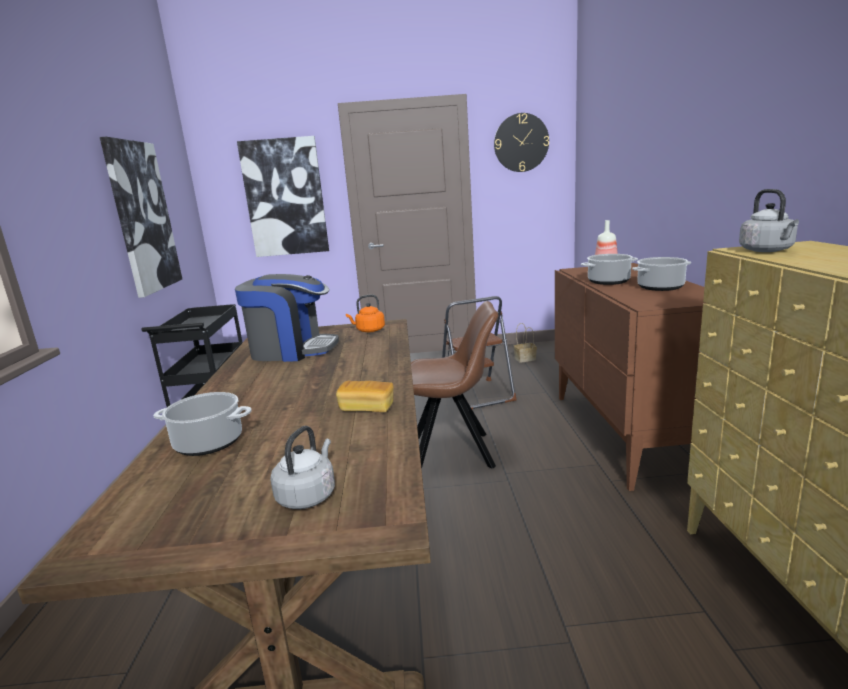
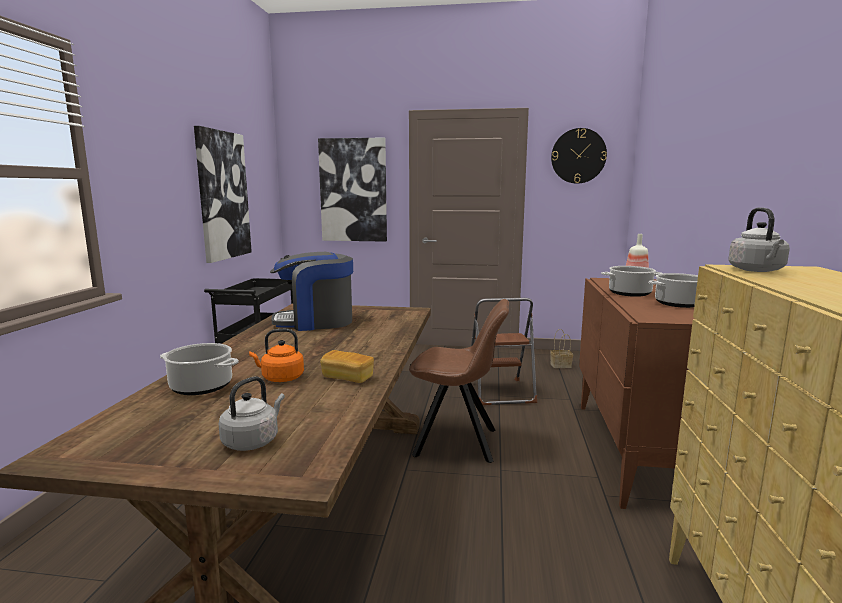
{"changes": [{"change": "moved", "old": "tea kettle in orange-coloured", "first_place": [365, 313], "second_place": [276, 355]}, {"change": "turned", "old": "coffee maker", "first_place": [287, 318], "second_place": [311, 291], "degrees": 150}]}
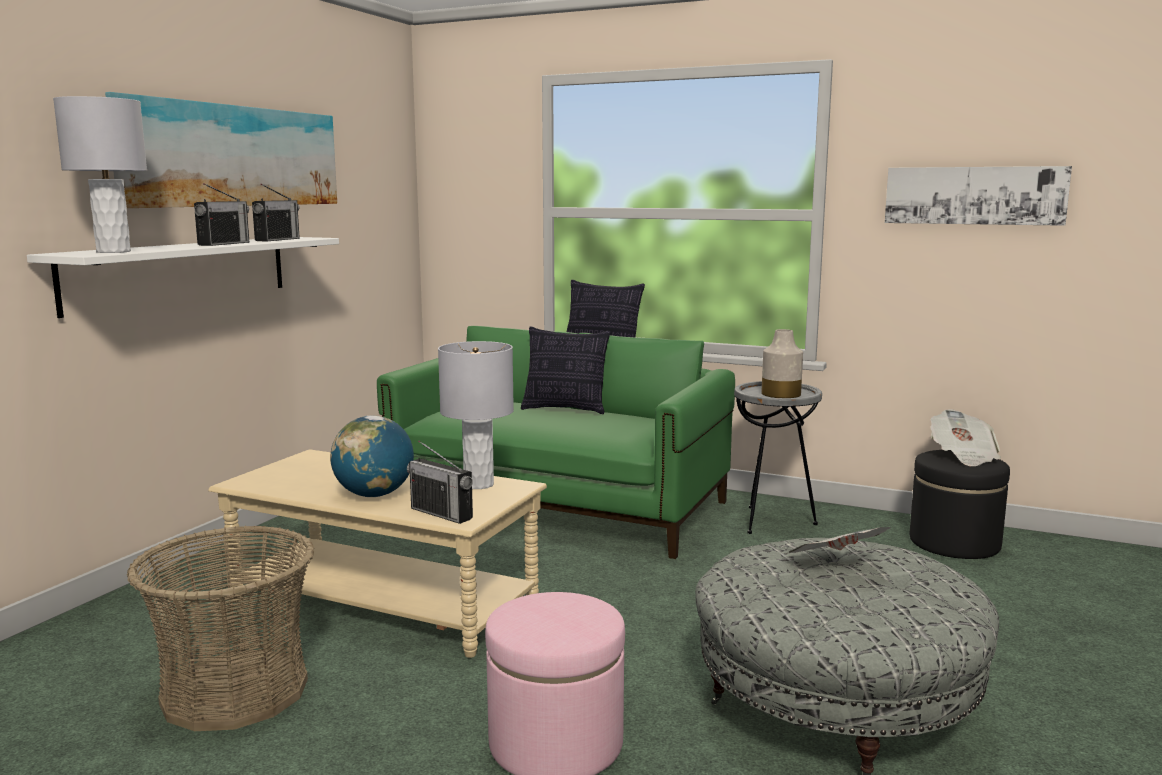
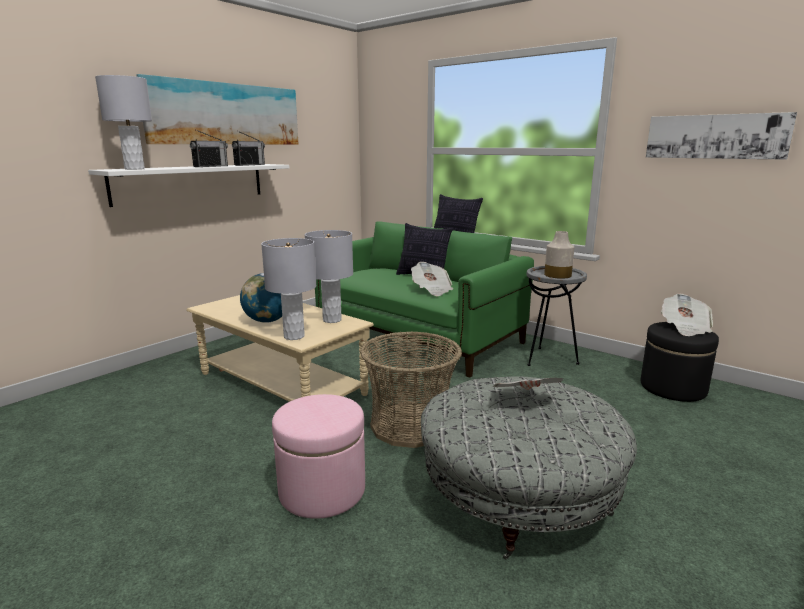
{"changes": [{"change": "added", "new": "printed paper", "second_place": [432, 279]}, {"change": "moved", "old": "household basket", "first_place": [220, 628], "second_place": [411, 389]}, {"change": "replaced", "old": "radio", "new": "table lamp in greyish", "first_place": [440, 482], "second_place": [289, 289]}]}
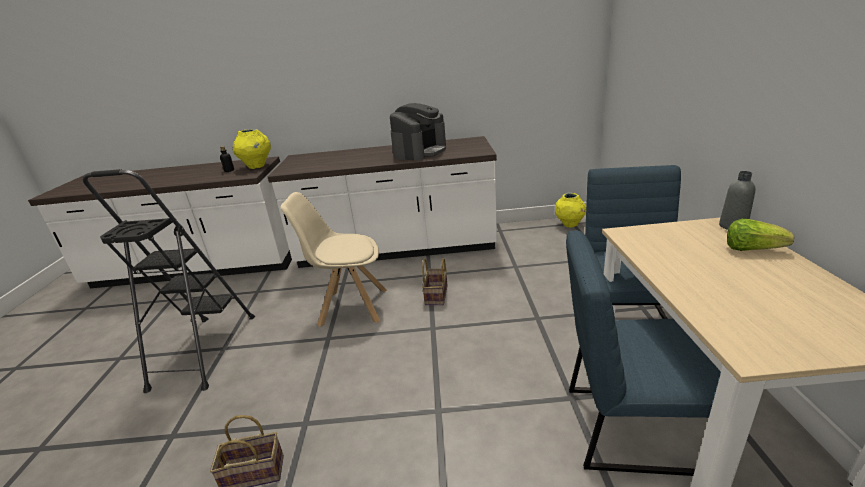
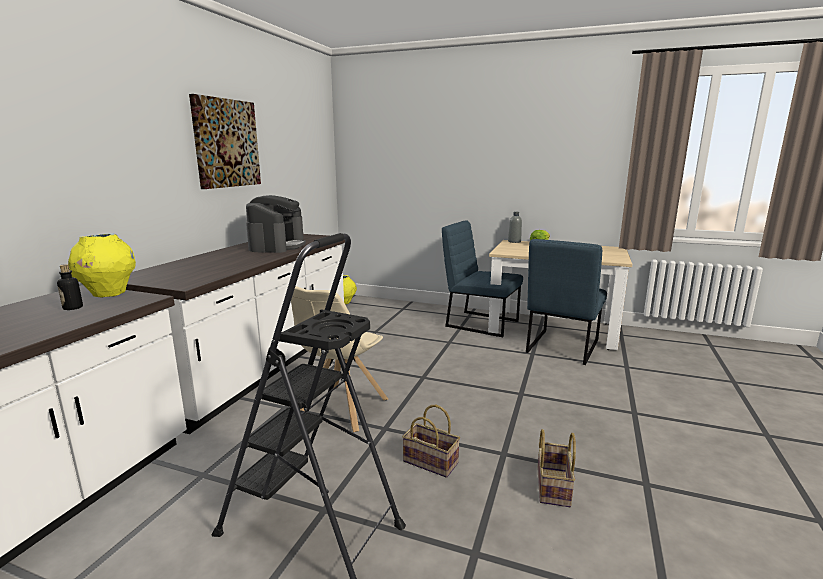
{"changes": [{"change": "added", "new": "wall picture", "second_place": [225, 141]}, {"change": "moved", "old": "household basket", "first_place": [434, 281], "second_place": [431, 441]}, {"change": "turned", "old": "coffee maker", "first_place": [418, 132], "second_place": [276, 224], "degrees": 45}]}
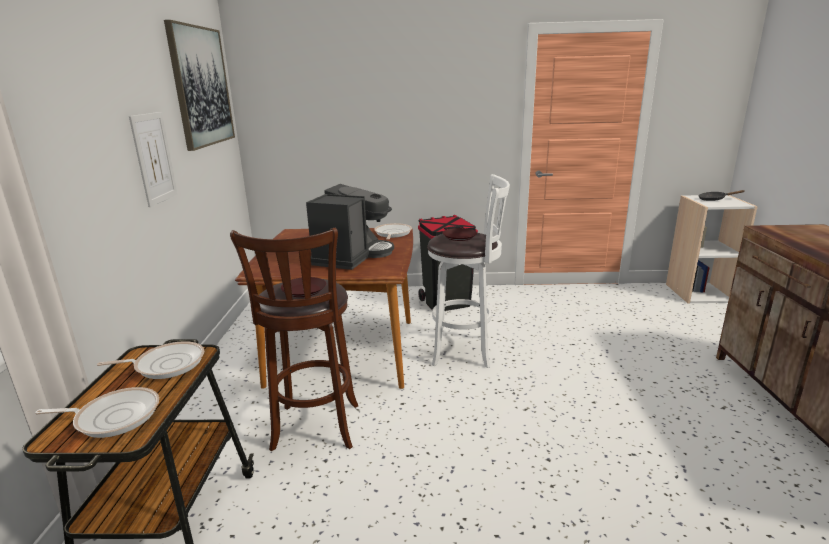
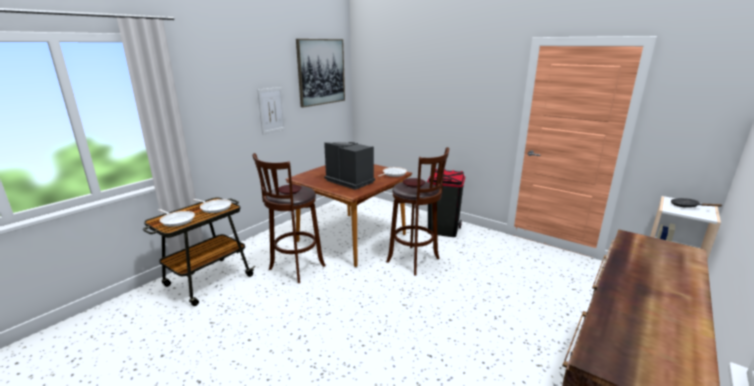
{"changes": [{"change": "recoloured", "old": "stool in white", "new": "stool in brown-coloured", "first_place": [468, 271], "second_place": [417, 211]}, {"change": "turned", "old": "coffee maker", "first_place": [350, 227], "second_place": [349, 166], "degrees": -105}]}
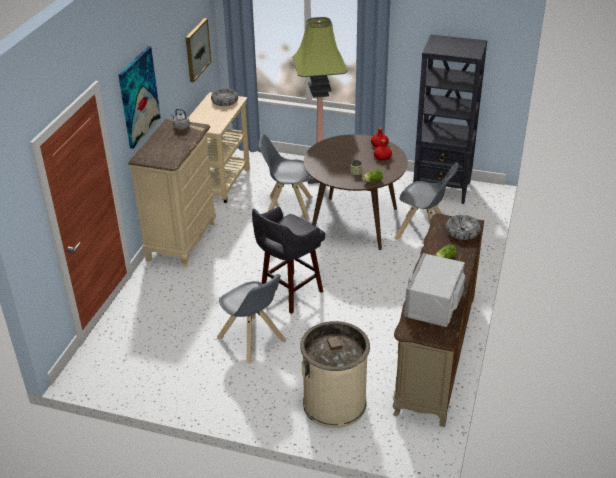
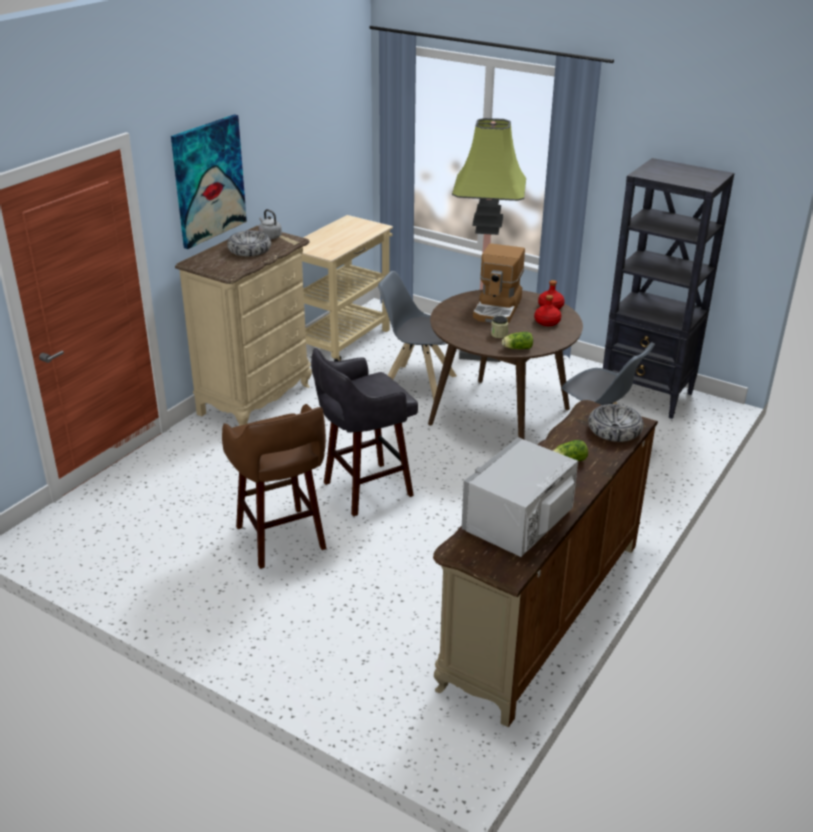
{"changes": [{"change": "removed", "old": "wall picture", "first_place": [198, 50]}, {"change": "removed", "old": "waste bin in beige-coloured", "first_place": [335, 374]}, {"change": "added", "new": "coffee maker", "second_place": [499, 283]}, {"change": "moved", "old": "deep dish", "first_place": [224, 97], "second_place": [249, 243]}, {"change": "replaced", "old": "plain chair in greyish", "new": "stool in brown-coloured", "first_place": [251, 319], "second_place": [274, 486]}]}
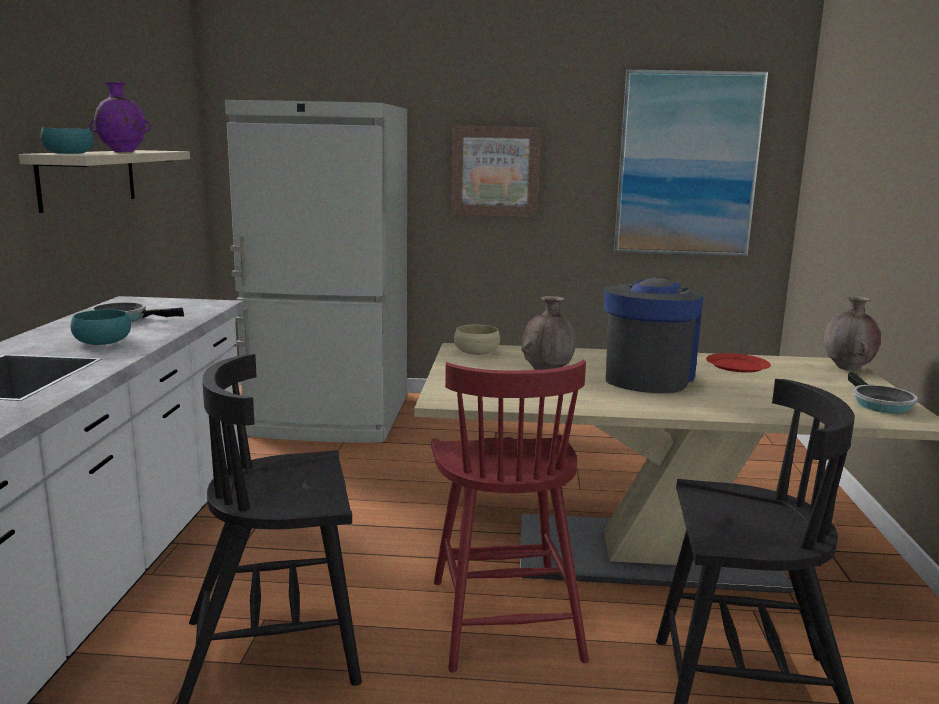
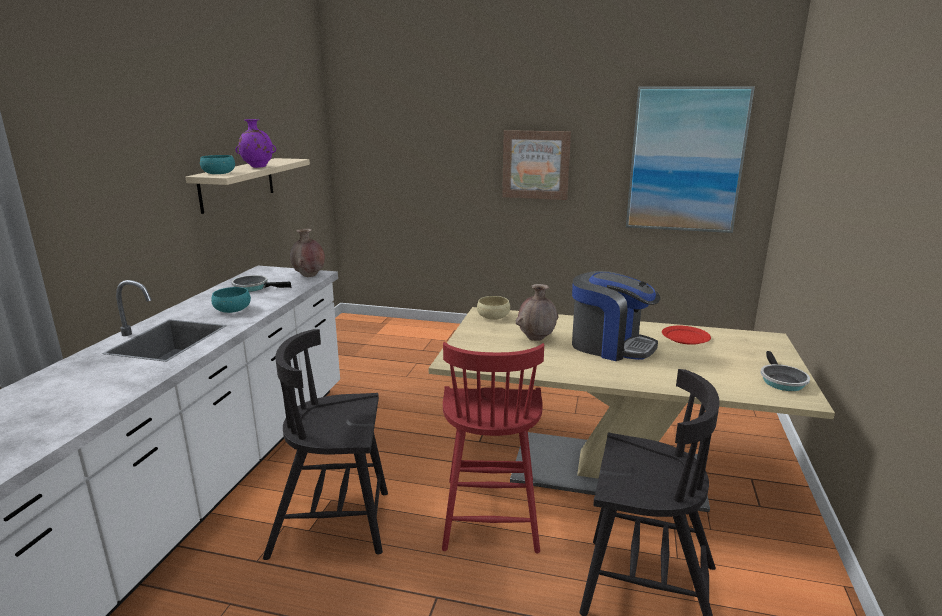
{"changes": [{"change": "removed", "old": "fridge in white", "first_place": [316, 271]}, {"change": "moved", "old": "flower vase in brown-coloured", "first_place": [852, 333], "second_place": [307, 253]}, {"change": "turned", "old": "coffee maker", "first_place": [654, 335], "second_place": [616, 316], "degrees": 90}]}
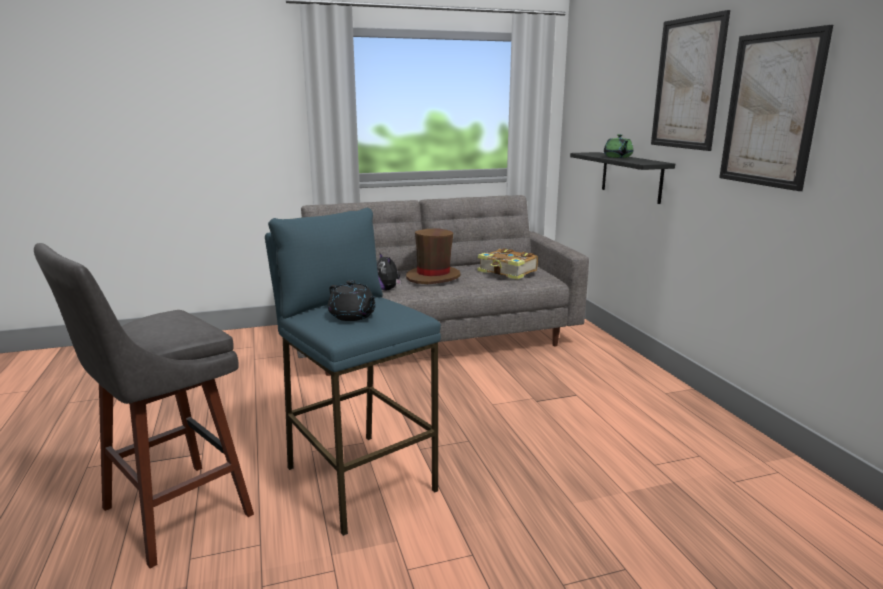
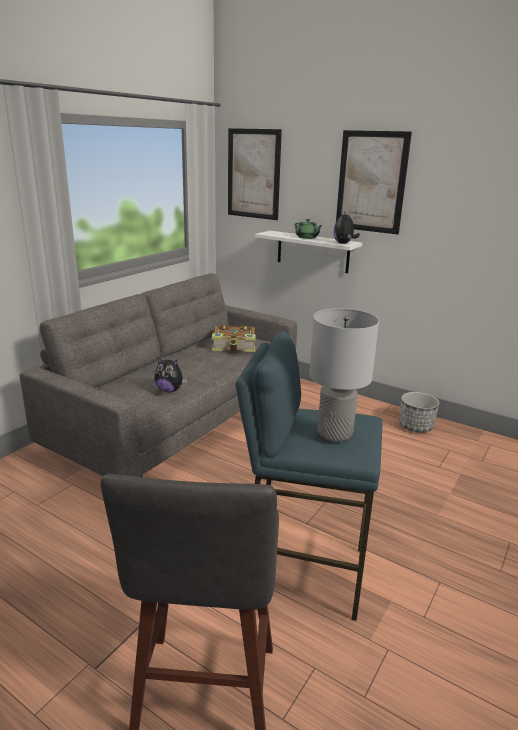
{"changes": [{"change": "removed", "old": "hat in brown-coloured", "first_place": [433, 256]}, {"change": "added", "new": "soft toy", "second_place": [346, 227]}, {"change": "added", "new": "plant pot", "second_place": [419, 412]}, {"change": "moved", "old": "wall picture", "first_place": [776, 108], "second_place": [255, 174]}, {"change": "replaced", "old": "tea pot in blackish", "new": "table lamp in greyish", "first_place": [352, 300], "second_place": [344, 375]}, {"change": "recoloured", "old": "bracket shelf in blackish", "new": "bracket shelf in white", "first_place": [622, 178], "second_place": [308, 252]}]}
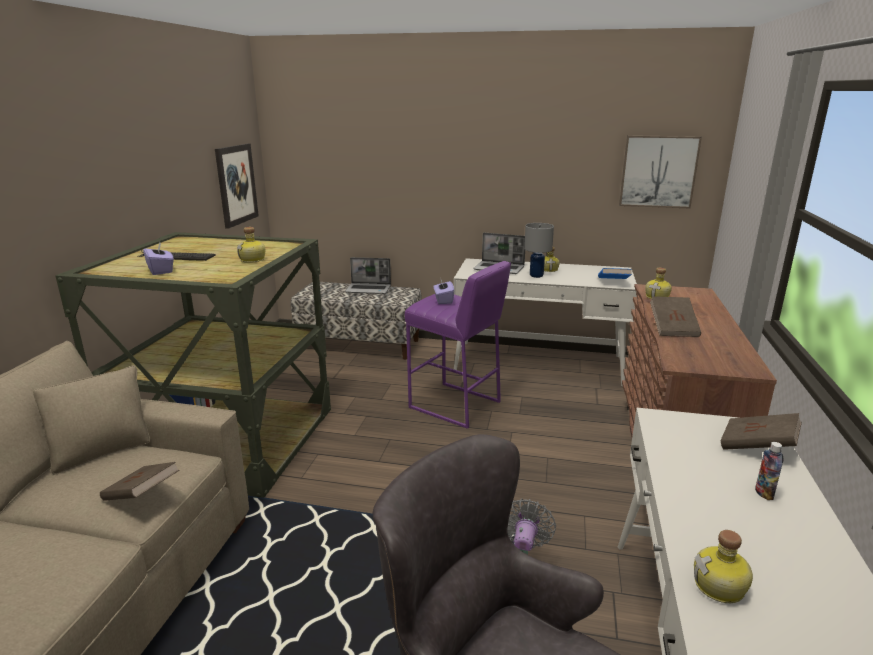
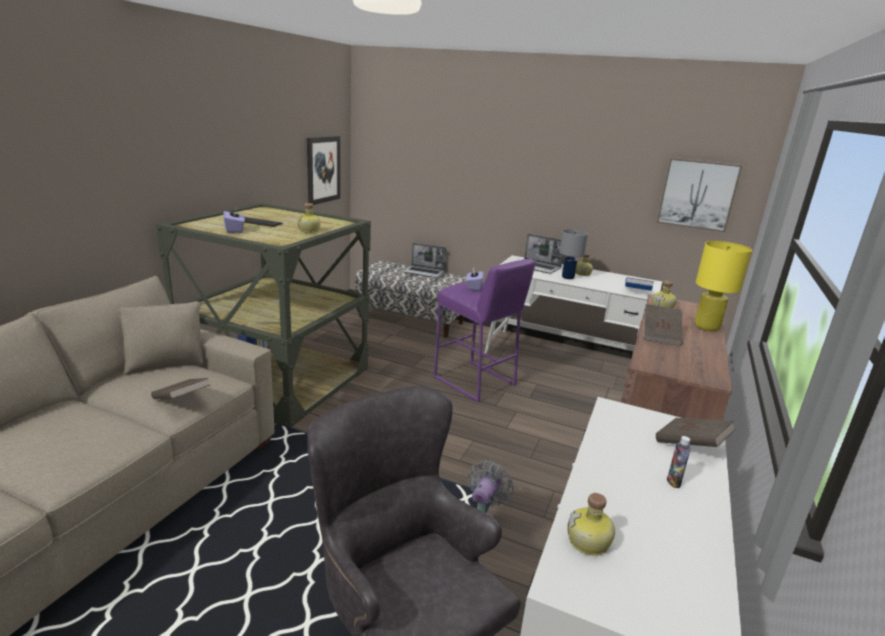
{"changes": [{"change": "added", "new": "table lamp in yellow", "second_place": [723, 286]}]}
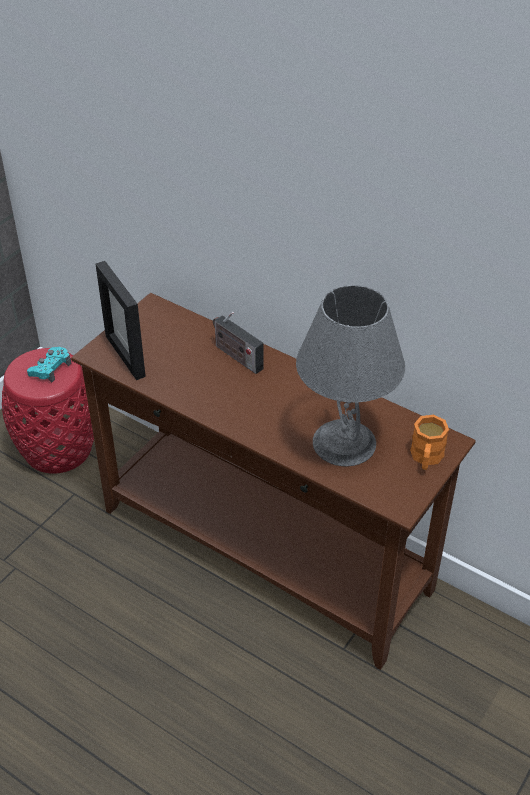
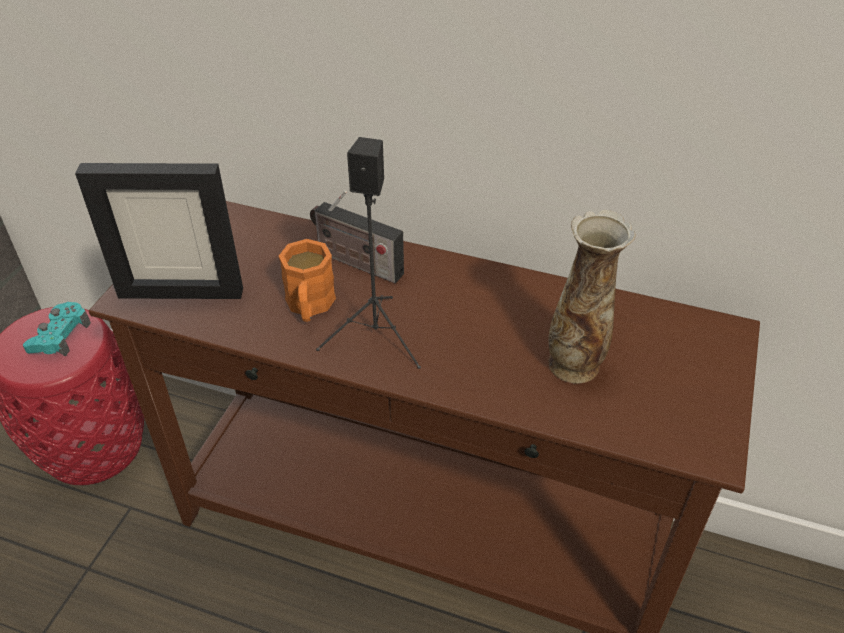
{"changes": [{"change": "added", "new": "loudspeaker in blackish", "second_place": [368, 253]}, {"change": "moved", "old": "tea mug in orange-coloured", "first_place": [429, 442], "second_place": [307, 280]}, {"change": "replaced", "old": "table lamp in greyish", "new": "flower vase", "first_place": [350, 376], "second_place": [592, 297]}, {"change": "turned", "old": "standing frame", "first_place": [120, 320], "second_place": [159, 231], "degrees": -45}]}
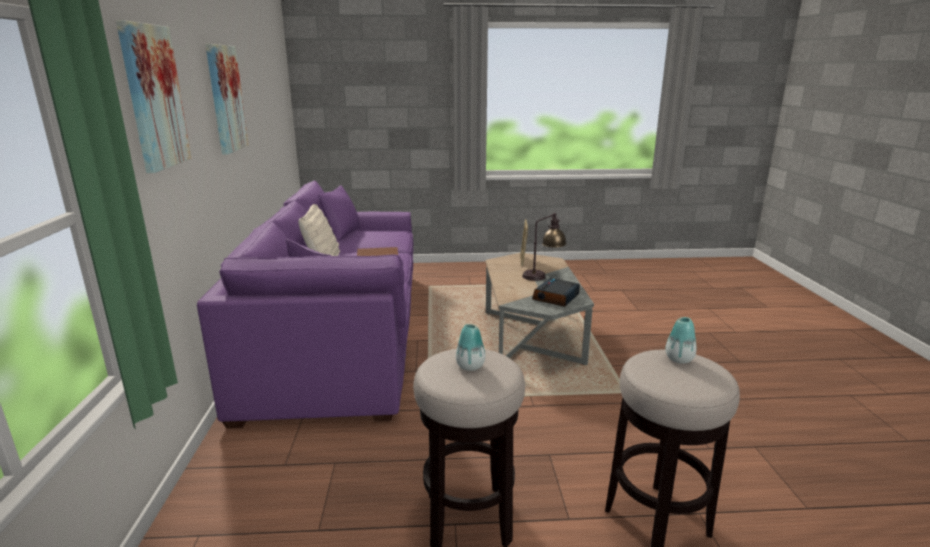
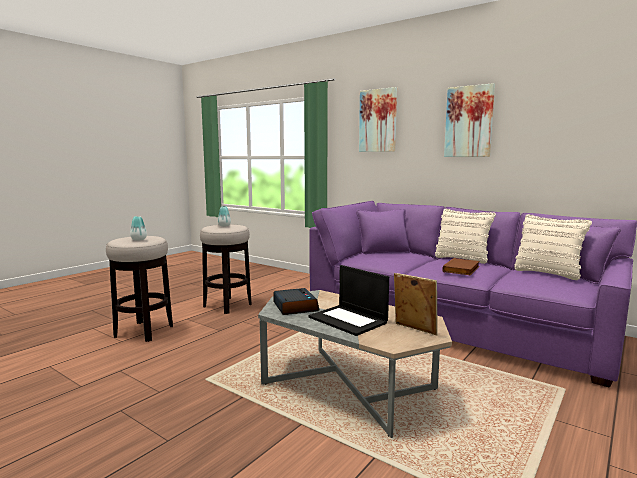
{"changes": [{"change": "added", "new": "pillow in beige-coloured", "second_place": [553, 247]}, {"change": "replaced", "old": "table lamp", "new": "portable computer", "first_place": [544, 247], "second_place": [348, 300]}]}
